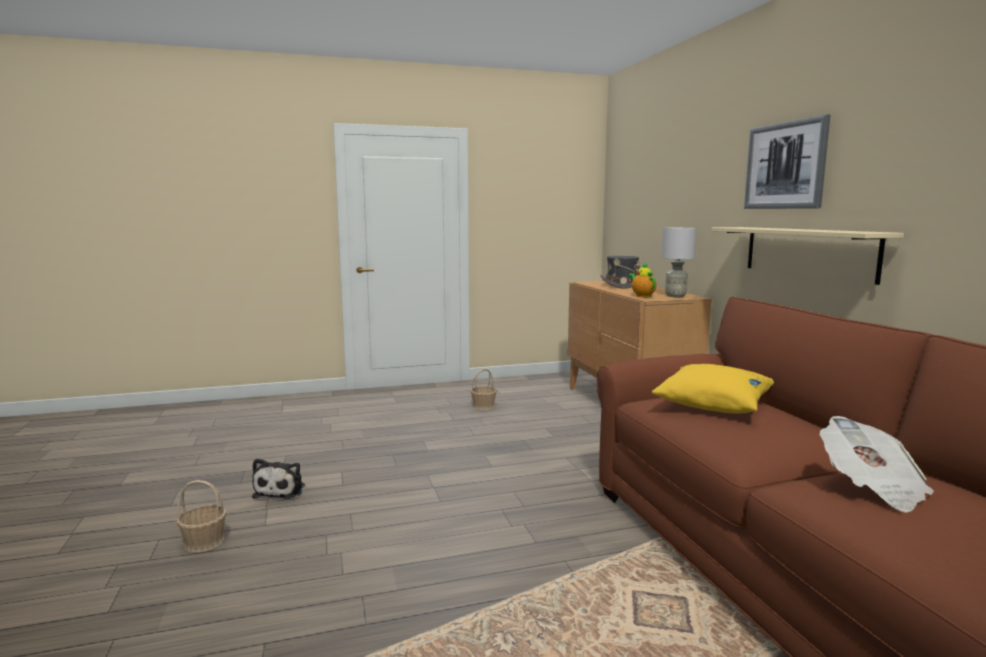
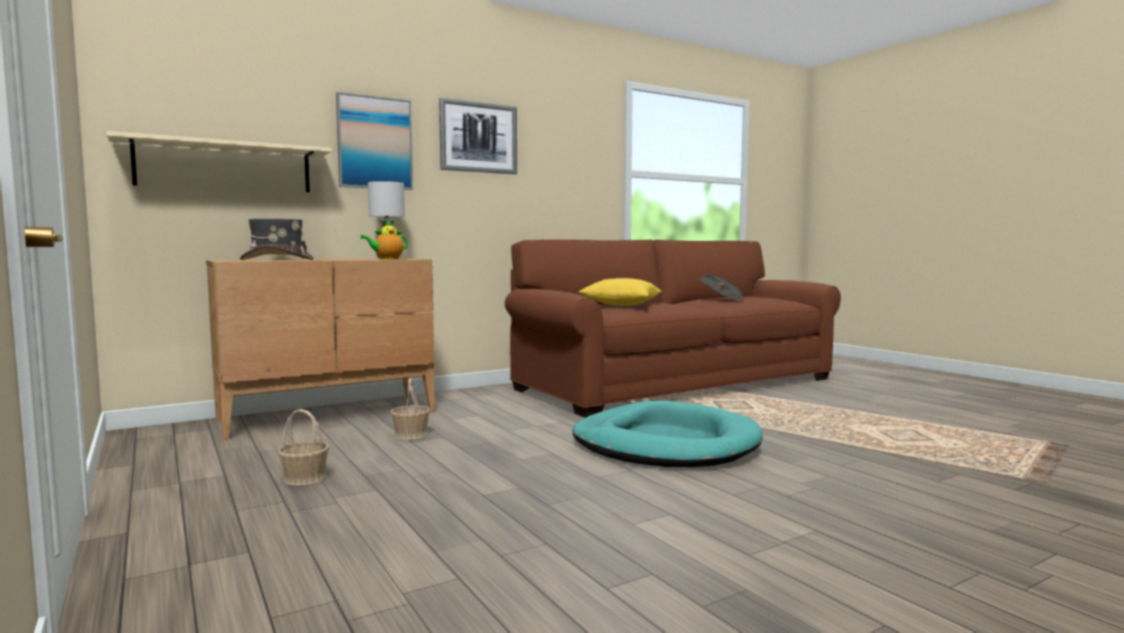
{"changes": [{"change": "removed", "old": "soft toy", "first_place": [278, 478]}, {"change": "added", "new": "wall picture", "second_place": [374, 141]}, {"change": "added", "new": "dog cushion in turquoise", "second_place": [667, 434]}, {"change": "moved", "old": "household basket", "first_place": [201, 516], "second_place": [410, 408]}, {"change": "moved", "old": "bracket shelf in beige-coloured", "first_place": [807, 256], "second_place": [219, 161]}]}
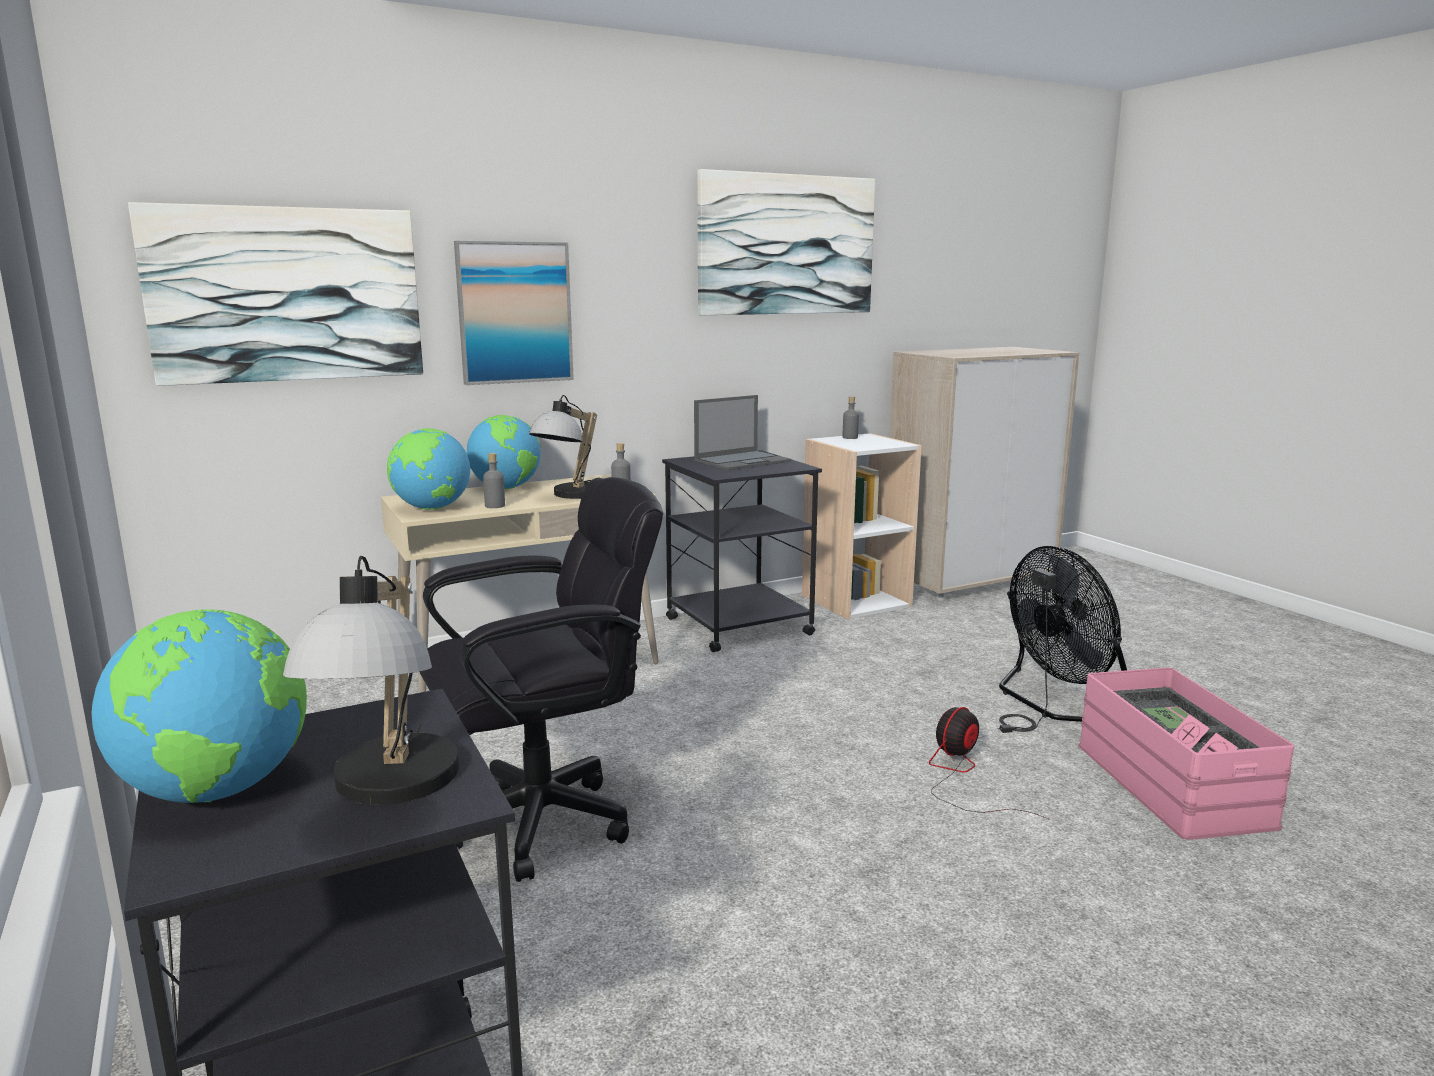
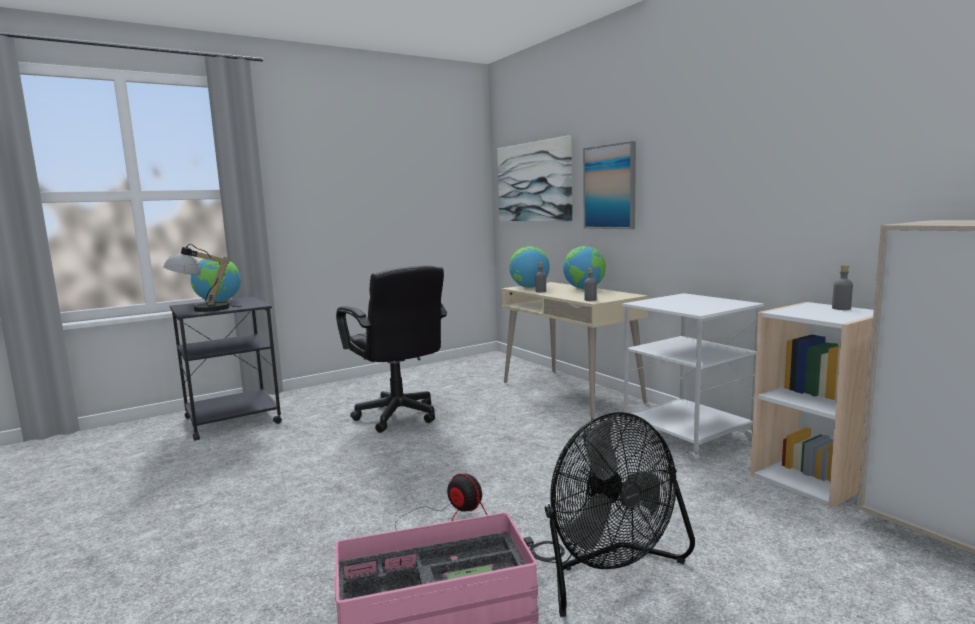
{"changes": [{"change": "removed", "old": "table lamp", "first_place": [563, 447]}, {"change": "removed", "old": "portable computer", "first_place": [743, 432]}, {"change": "removed", "old": "wall picture", "first_place": [786, 242]}, {"change": "recoloured", "old": "trolley in blackish", "new": "trolley in white", "first_place": [742, 551], "second_place": [693, 377]}]}
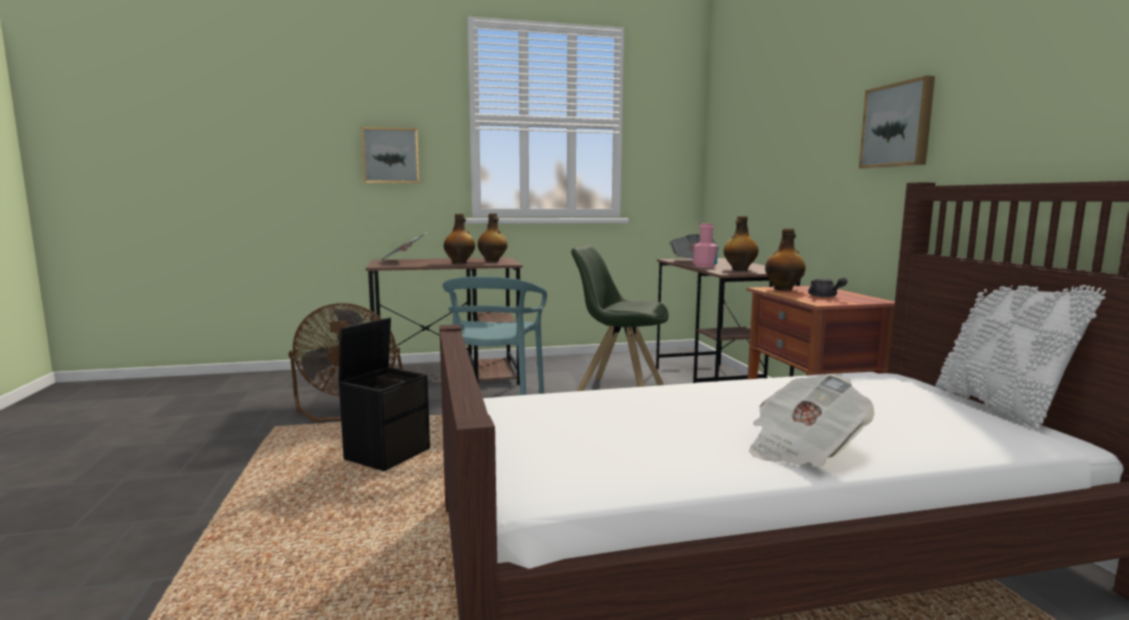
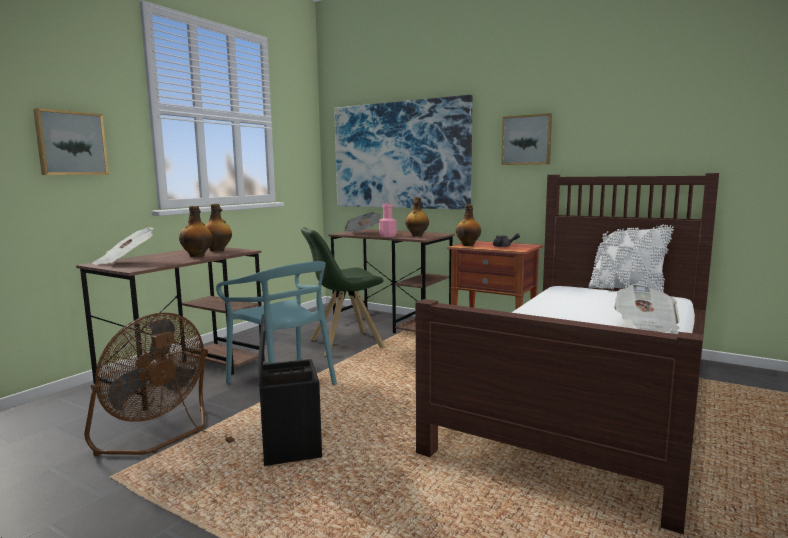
{"changes": [{"change": "added", "new": "wall picture", "second_place": [403, 152]}]}
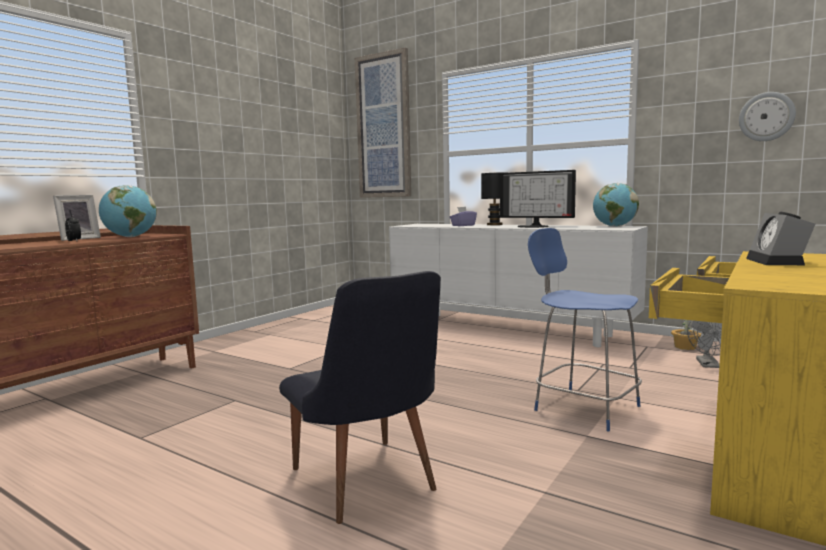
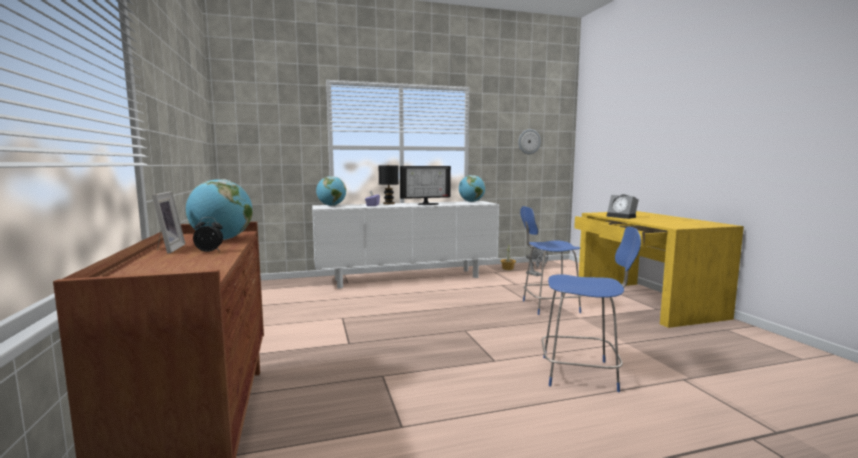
{"changes": [{"change": "removed", "old": "wall picture", "first_place": [383, 123]}, {"change": "added", "new": "world globe", "second_place": [331, 191]}, {"change": "replaced", "old": "plain chair in blackish", "new": "stool in blue-coloured", "first_place": [360, 397], "second_place": [591, 309]}]}
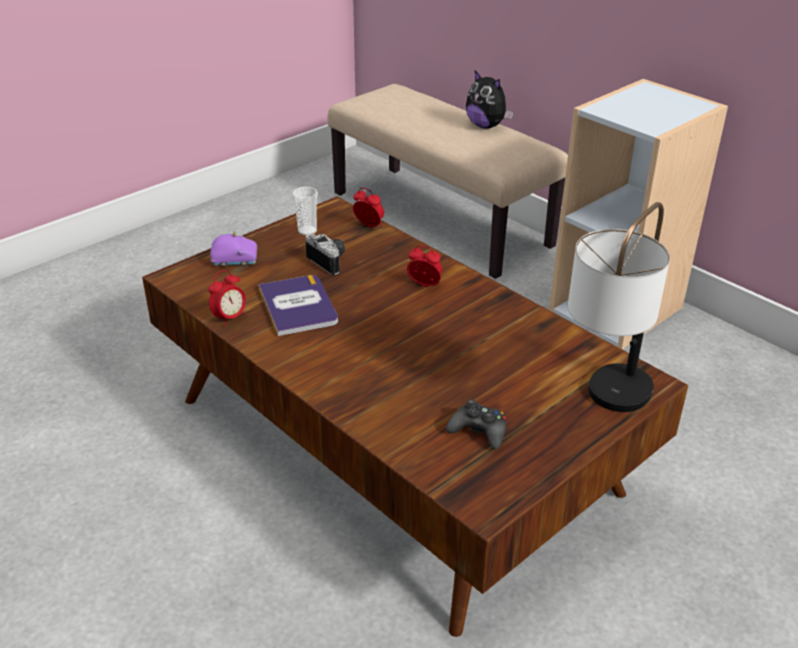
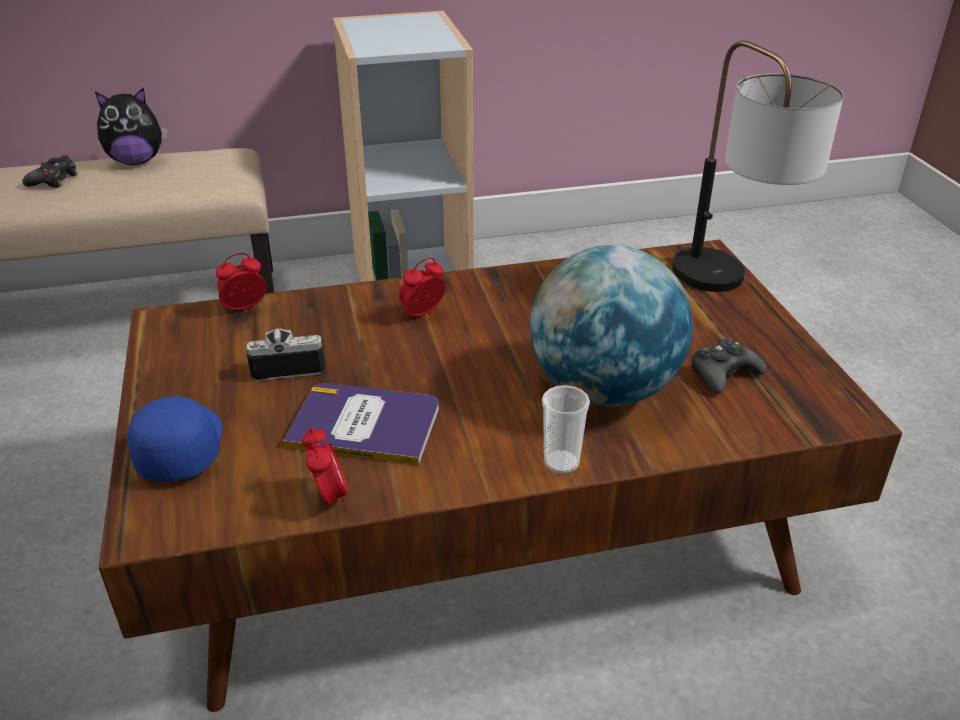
{"changes": [{"change": "added", "new": "joypad in blackish", "second_place": [50, 171]}, {"change": "added", "new": "world globe", "second_place": [611, 325]}, {"change": "moved", "old": "small cup", "first_place": [305, 211], "second_place": [566, 429]}, {"change": "replaced", "old": "toy car in purple", "new": "baseball cap in blue-coloured", "first_place": [233, 249], "second_place": [175, 438]}]}
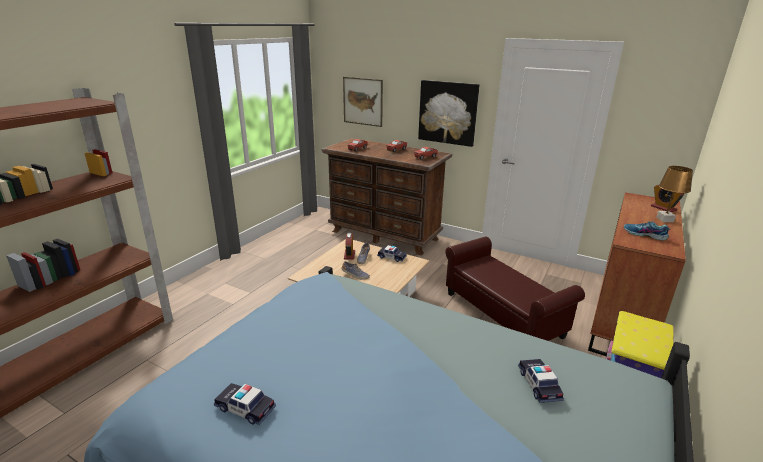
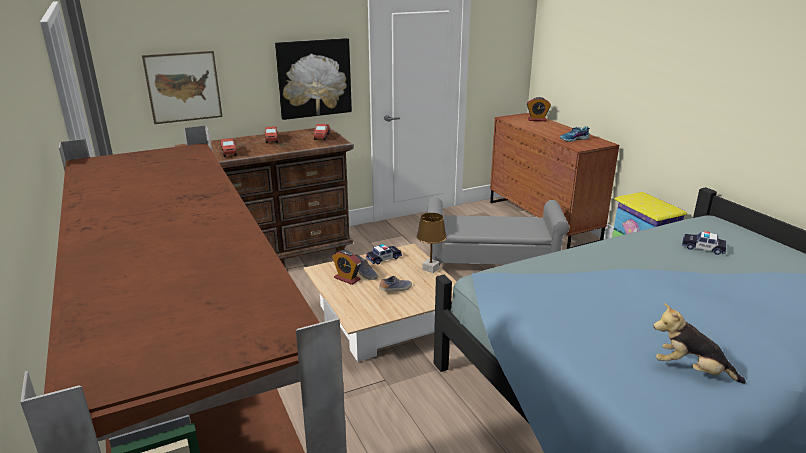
{"changes": [{"change": "moved", "old": "table lamp in brown-coloured", "first_place": [674, 194], "second_place": [432, 243]}, {"change": "replaced", "old": "toy car", "new": "soft toy", "first_place": [245, 404], "second_place": [699, 343]}, {"change": "recoloured", "old": "ottoman in brown-coloured", "new": "ottoman in greyish", "first_place": [515, 288], "second_place": [498, 231]}]}
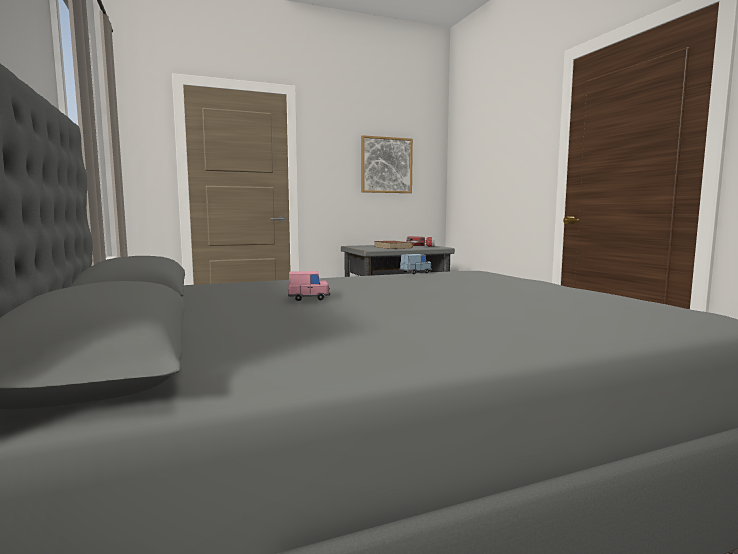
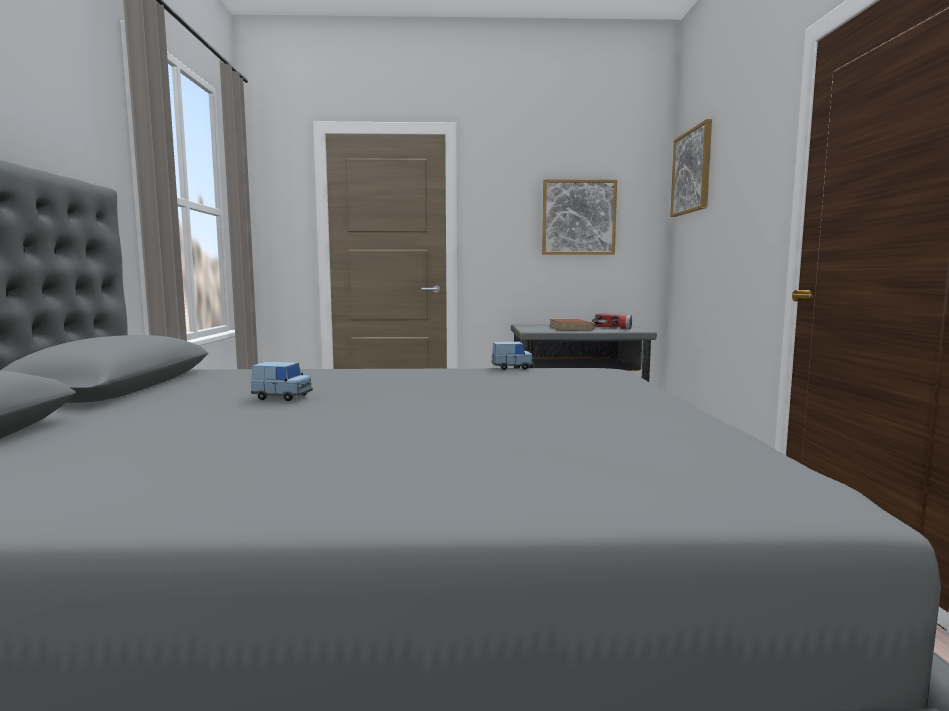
{"changes": [{"change": "added", "new": "wall picture", "second_place": [691, 168]}, {"change": "recoloured", "old": "toy car in pink", "new": "toy car in blue-coloured", "first_place": [309, 286], "second_place": [282, 381]}]}
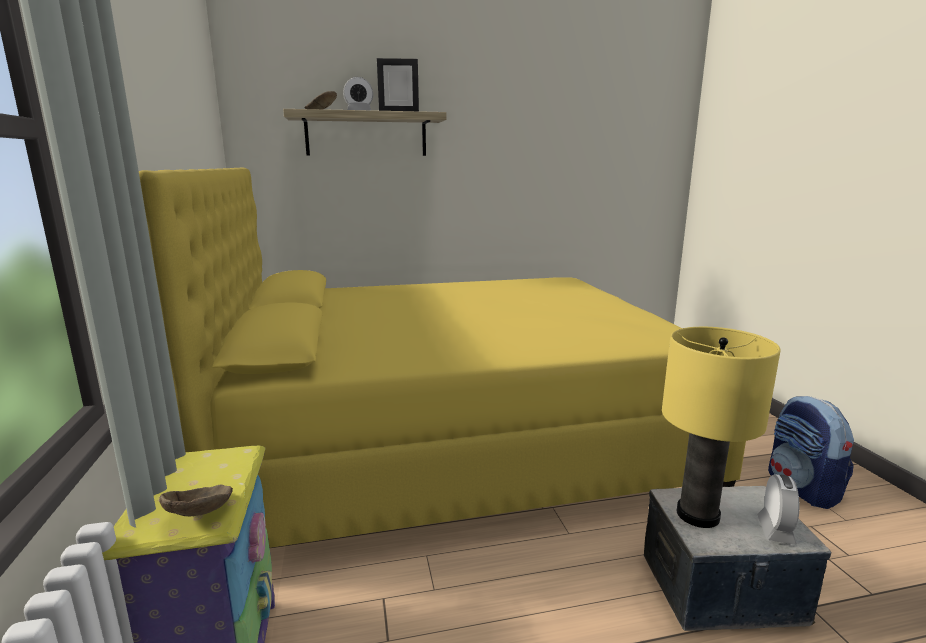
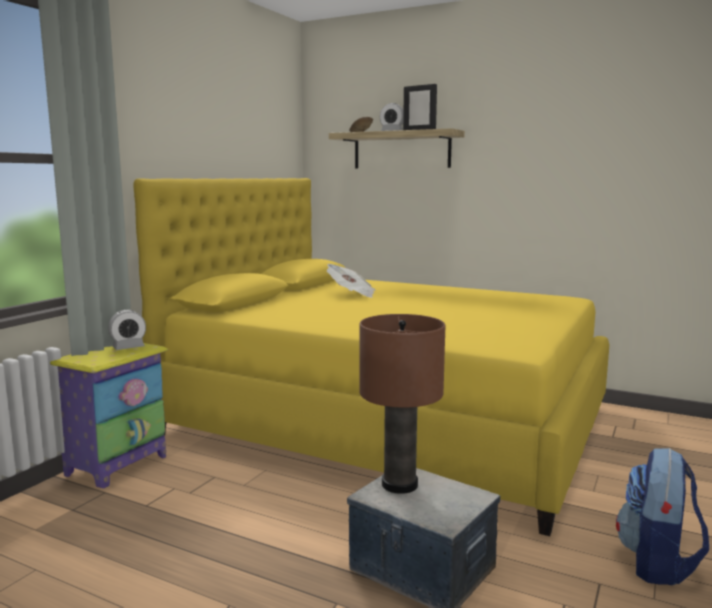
{"changes": [{"change": "removed", "old": "deep dish in brown-coloured", "first_place": [196, 500]}, {"change": "added", "new": "printed paper", "second_place": [351, 281]}, {"change": "moved", "old": "table clock", "first_place": [778, 509], "second_place": [127, 330]}, {"change": "recoloured", "old": "table lamp in yellow", "new": "table lamp in brown-coloured", "first_place": [721, 427], "second_place": [402, 404]}]}
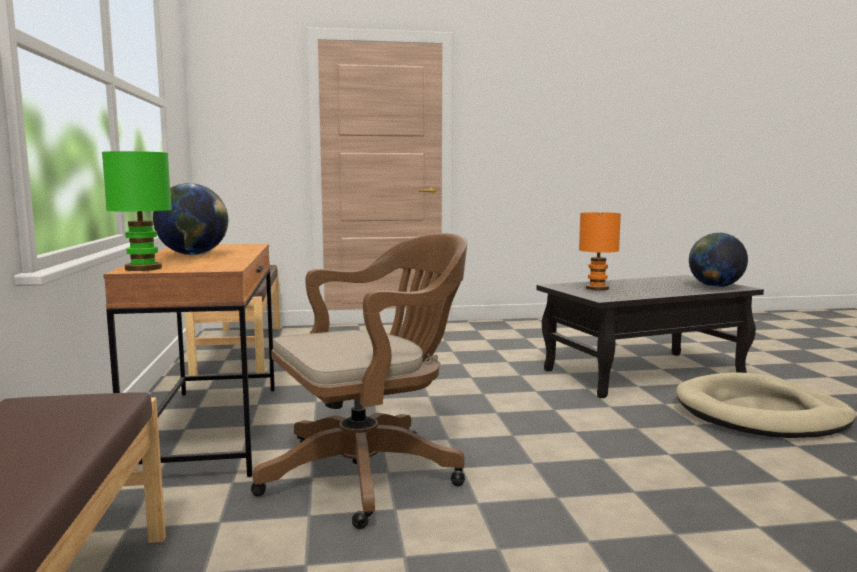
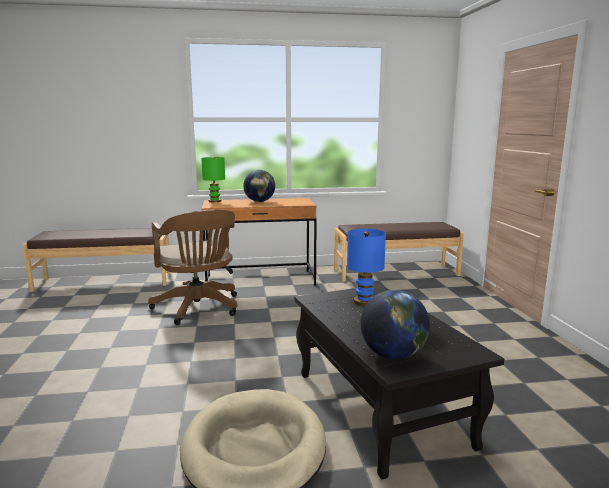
{"changes": [{"change": "recoloured", "old": "table lamp in orange-coloured", "new": "table lamp in blue-coloured", "first_place": [600, 251], "second_place": [366, 267]}]}
